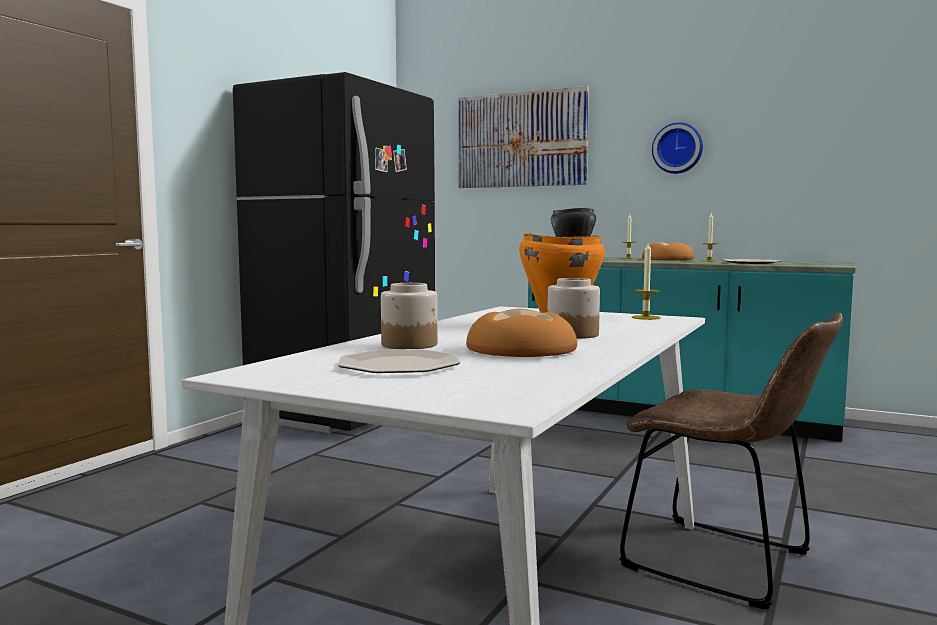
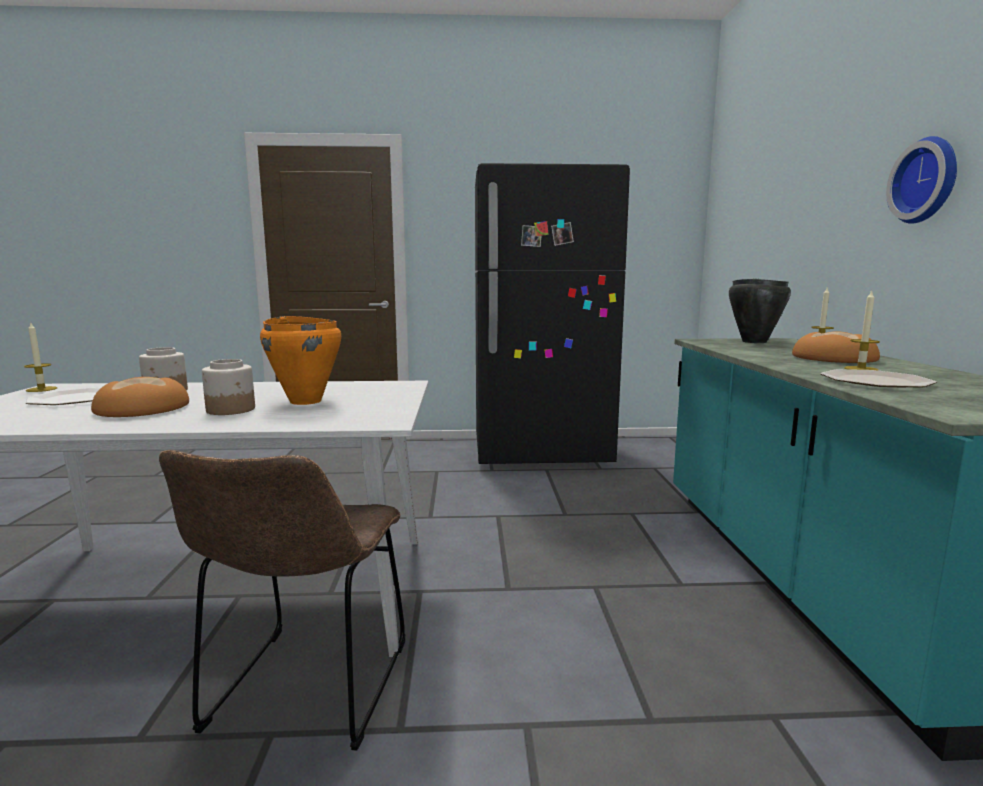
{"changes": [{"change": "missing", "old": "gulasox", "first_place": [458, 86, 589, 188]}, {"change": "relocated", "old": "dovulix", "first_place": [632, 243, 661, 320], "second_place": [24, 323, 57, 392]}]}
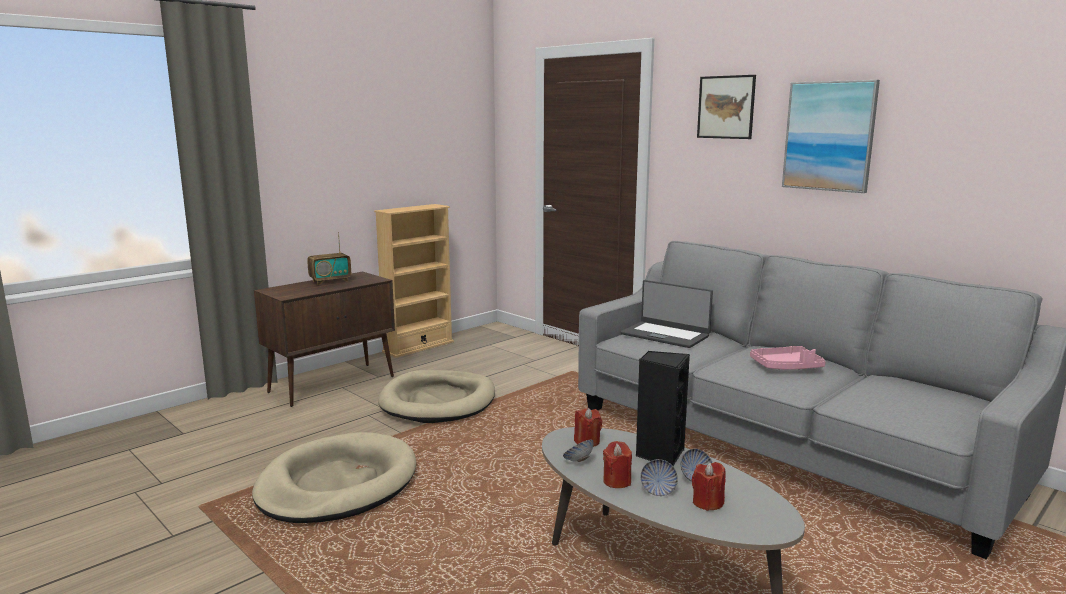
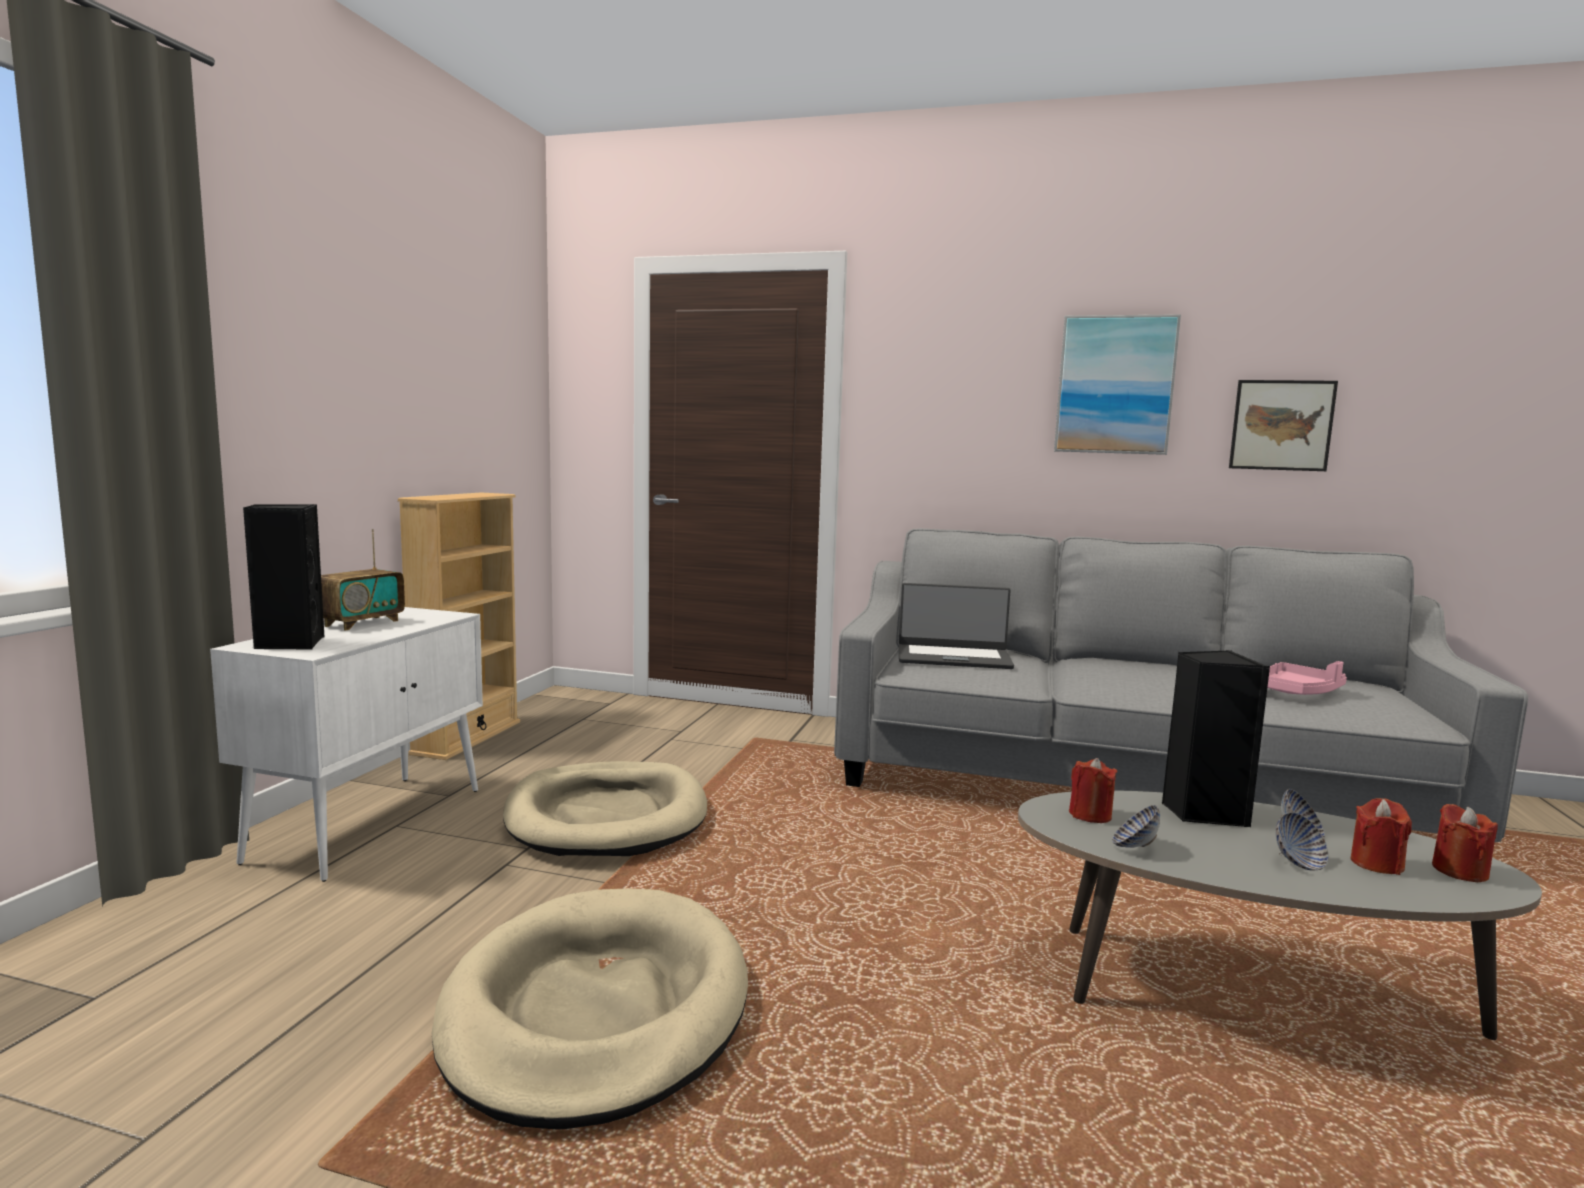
{"changes": [{"change": "relocated", "old": "gulasox", "first_place": [697, 75, 756, 139], "second_place": [1229, 380, 1338, 471]}, {"change": "colour", "old": "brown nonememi", "new": "white nonememi", "first_place": [254, 272, 395, 407], "second_place": [210, 607, 483, 882]}, {"change": "relocated", "old": "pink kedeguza", "first_place": [750, 346, 826, 370], "second_place": [1267, 661, 1347, 695]}, {"change": "relocated", "old": "red dovulix", "first_place": [603, 441, 632, 488], "second_place": [1432, 804, 1498, 882]}, {"change": "appeared", "new": "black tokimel", "second_place": [243, 504, 324, 650]}]}
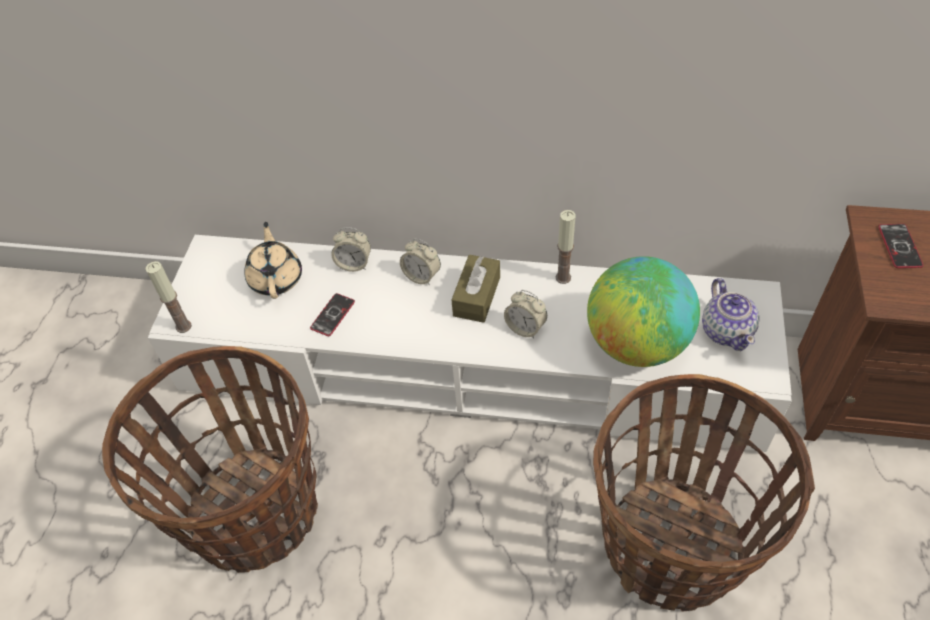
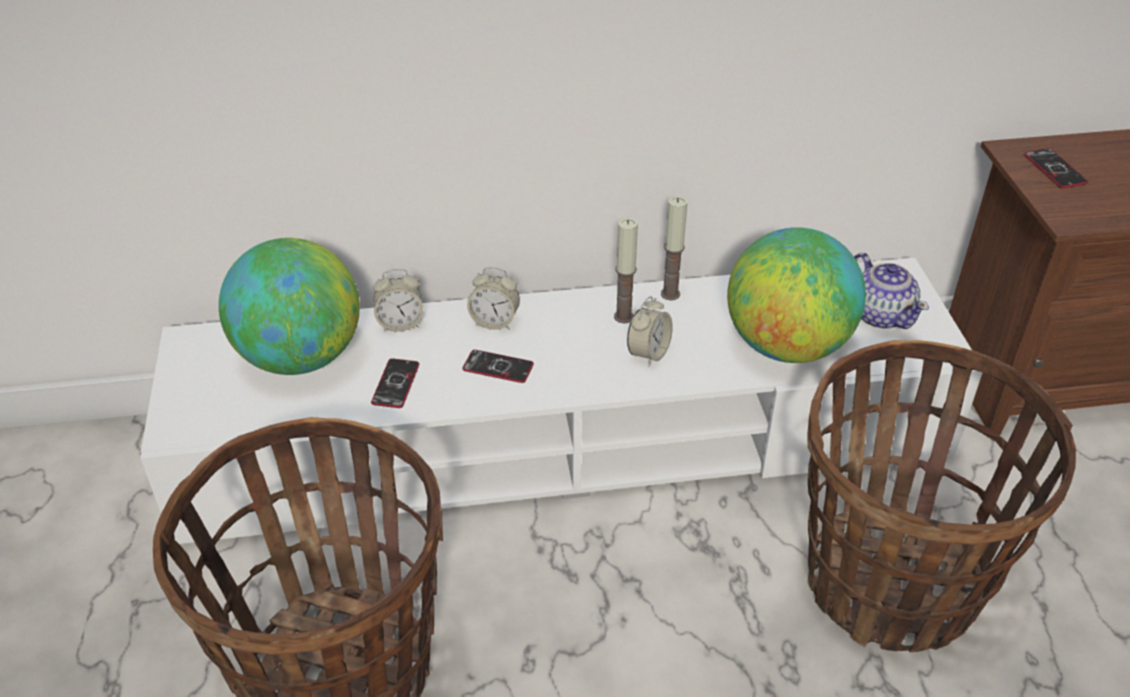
{"changes": [{"change": "exchanged", "old": "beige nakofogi", "new": "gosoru", "first_place": [244, 222, 302, 299], "second_place": [219, 238, 360, 375]}, {"change": "missing", "old": "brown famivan", "first_place": [452, 255, 500, 323]}, {"change": "relocated", "old": "dovulix", "first_place": [145, 261, 192, 333], "second_place": [614, 218, 638, 324]}, {"change": "spun", "old": "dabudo", "first_place": [504, 290, 547, 338], "second_place": [627, 296, 673, 367], "degrees": -75}, {"change": "appeared", "new": "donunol", "second_place": [462, 350, 534, 383]}]}
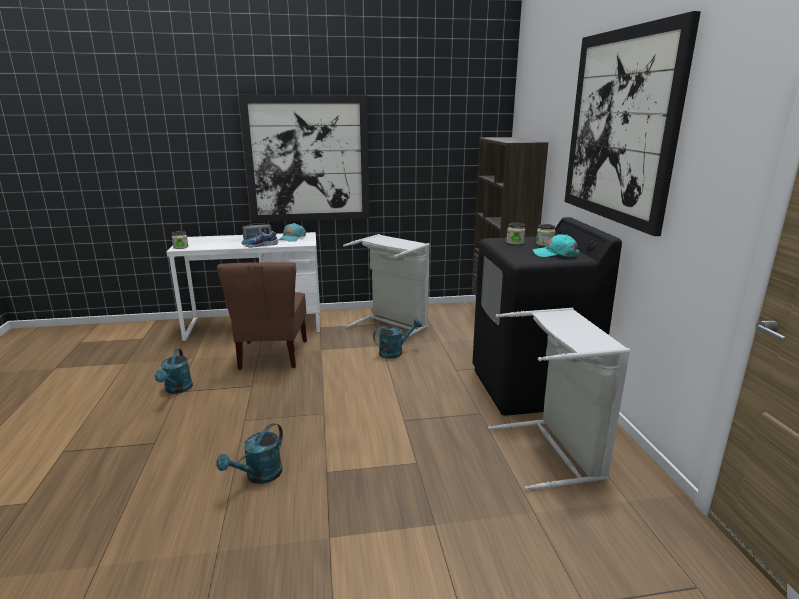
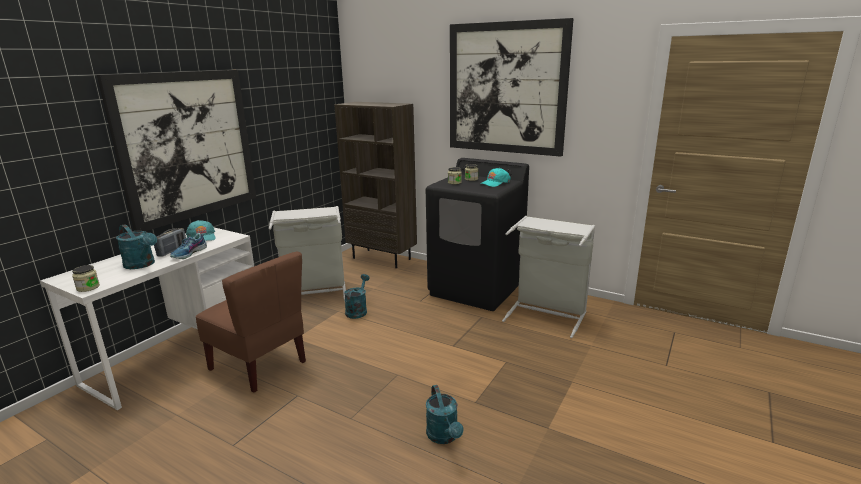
{"changes": [{"change": "relocated", "old": "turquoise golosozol", "first_place": [155, 349, 193, 394], "second_place": [116, 224, 157, 269]}]}
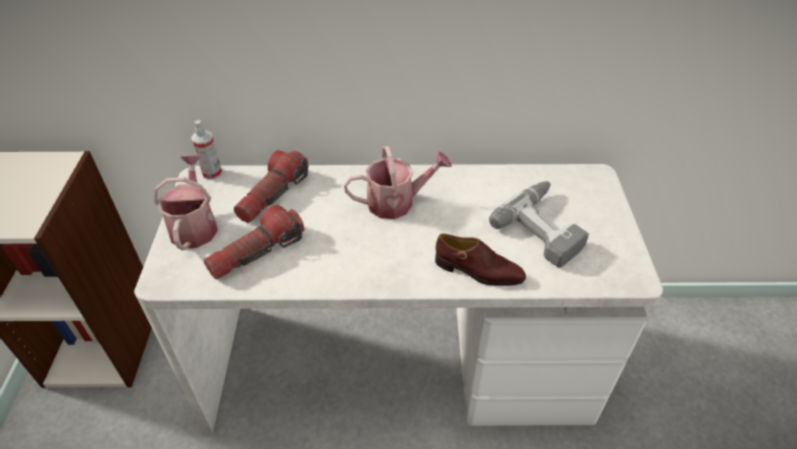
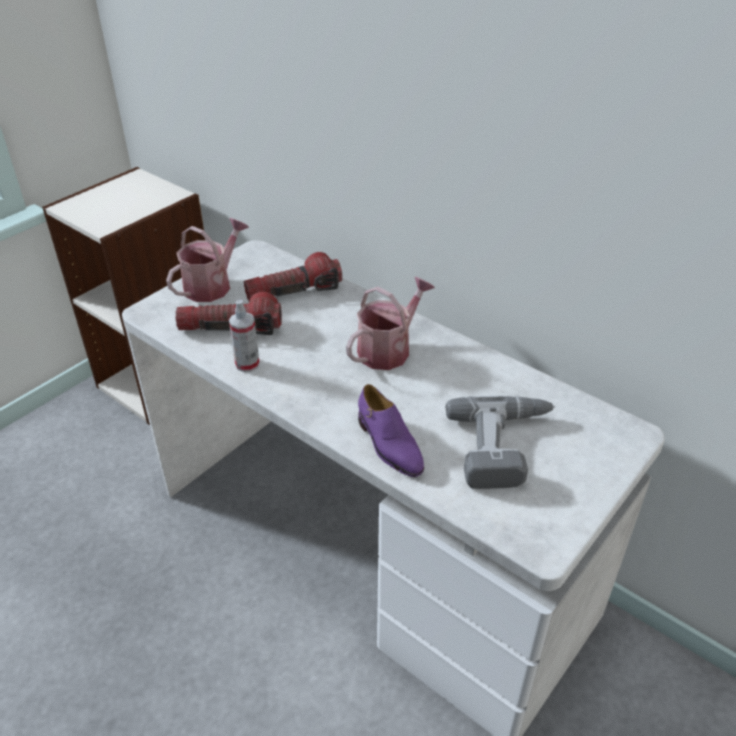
{"changes": [{"change": "relocated", "old": "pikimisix", "first_place": [191, 120, 222, 180], "second_place": [229, 299, 260, 372]}, {"change": "spun", "old": "golosozol", "first_place": [344, 146, 452, 219], "second_place": [346, 277, 435, 370], "degrees": -75}, {"change": "colour", "old": "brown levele", "new": "purple levele", "first_place": [435, 233, 526, 286], "second_place": [358, 384, 424, 477]}]}
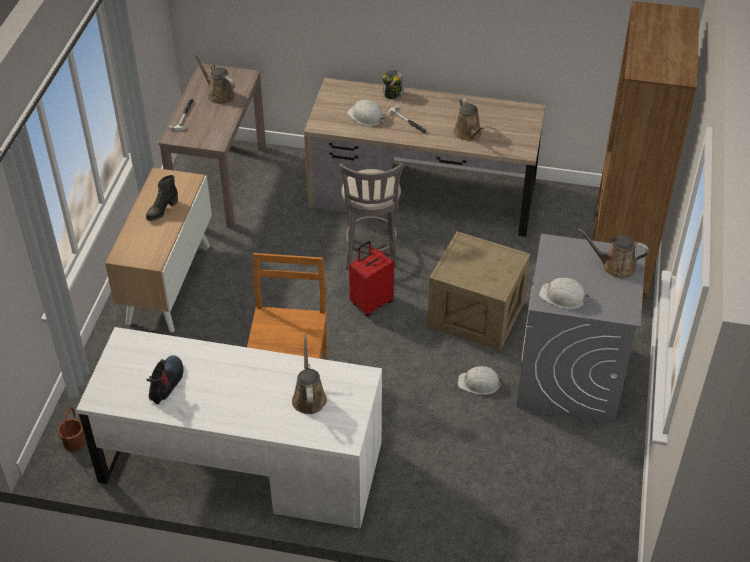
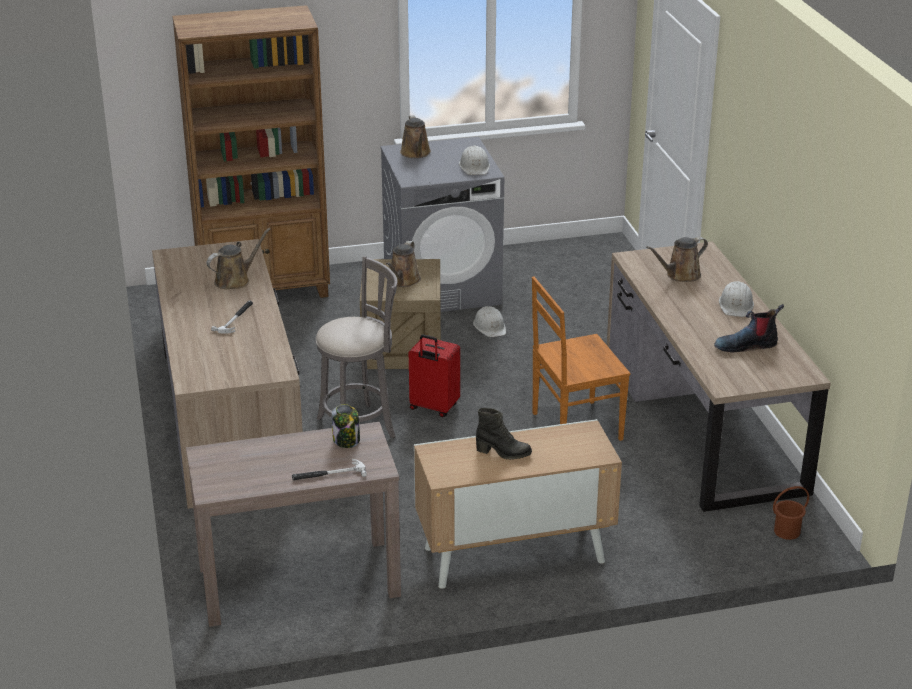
{"changes": [{"change": "relocated", "old": "brown golosozol", "first_place": [192, 51, 235, 104], "second_place": [386, 241, 421, 287]}, {"change": "relocated", "old": "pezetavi", "first_place": [383, 70, 404, 99], "second_place": [331, 404, 360, 448]}, {"change": "relocated", "old": "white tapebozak", "first_place": [347, 100, 385, 126], "second_place": [719, 281, 754, 317]}, {"change": "colour", "old": "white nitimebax", "new": "brown nitimebax", "first_place": [76, 327, 382, 529], "second_place": [607, 241, 831, 512]}]}
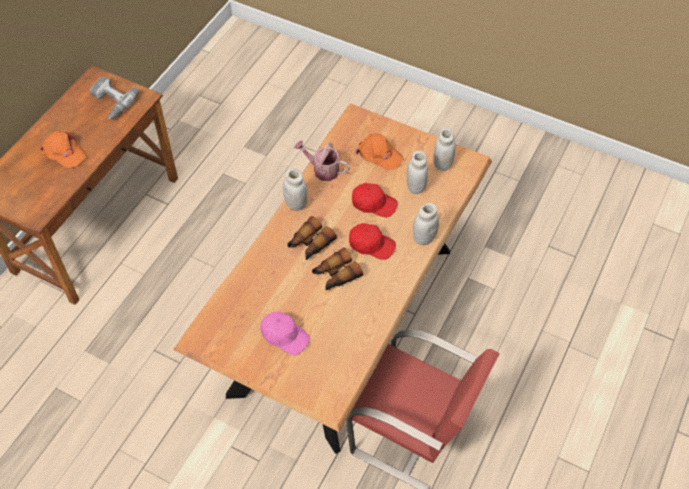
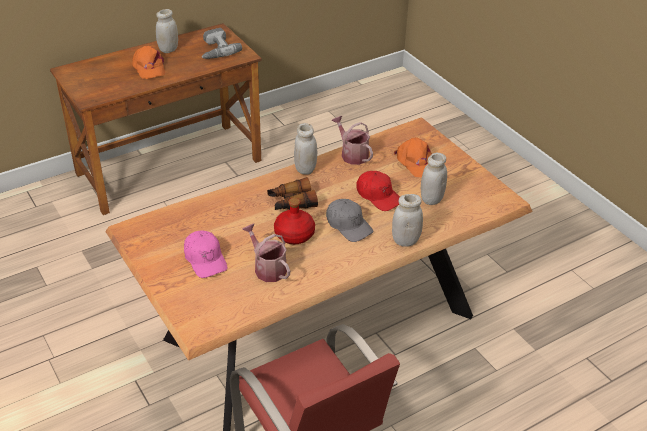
{"changes": [{"change": "relocated", "old": "white pezetavi", "first_place": [433, 128, 456, 171], "second_place": [156, 9, 178, 53]}, {"change": "colour", "old": "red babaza", "new": "grey babaza", "first_place": [349, 223, 396, 260], "second_place": [326, 199, 374, 242]}, {"change": "exchanged", "old": "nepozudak", "new": "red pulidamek", "first_place": [312, 247, 363, 290], "second_place": [274, 198, 315, 244]}, {"change": "appeared", "new": "golosozol", "second_place": [242, 224, 290, 282]}]}
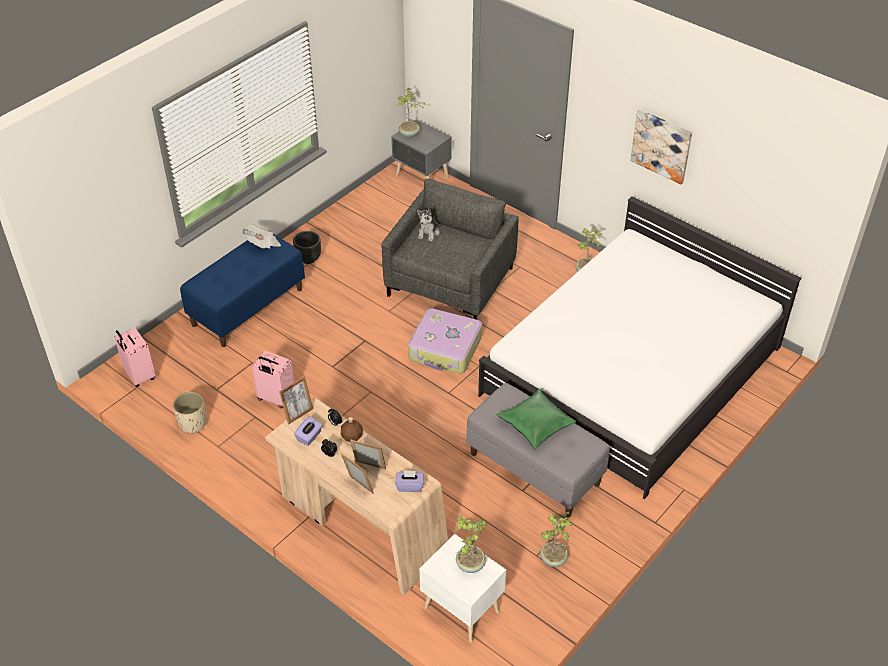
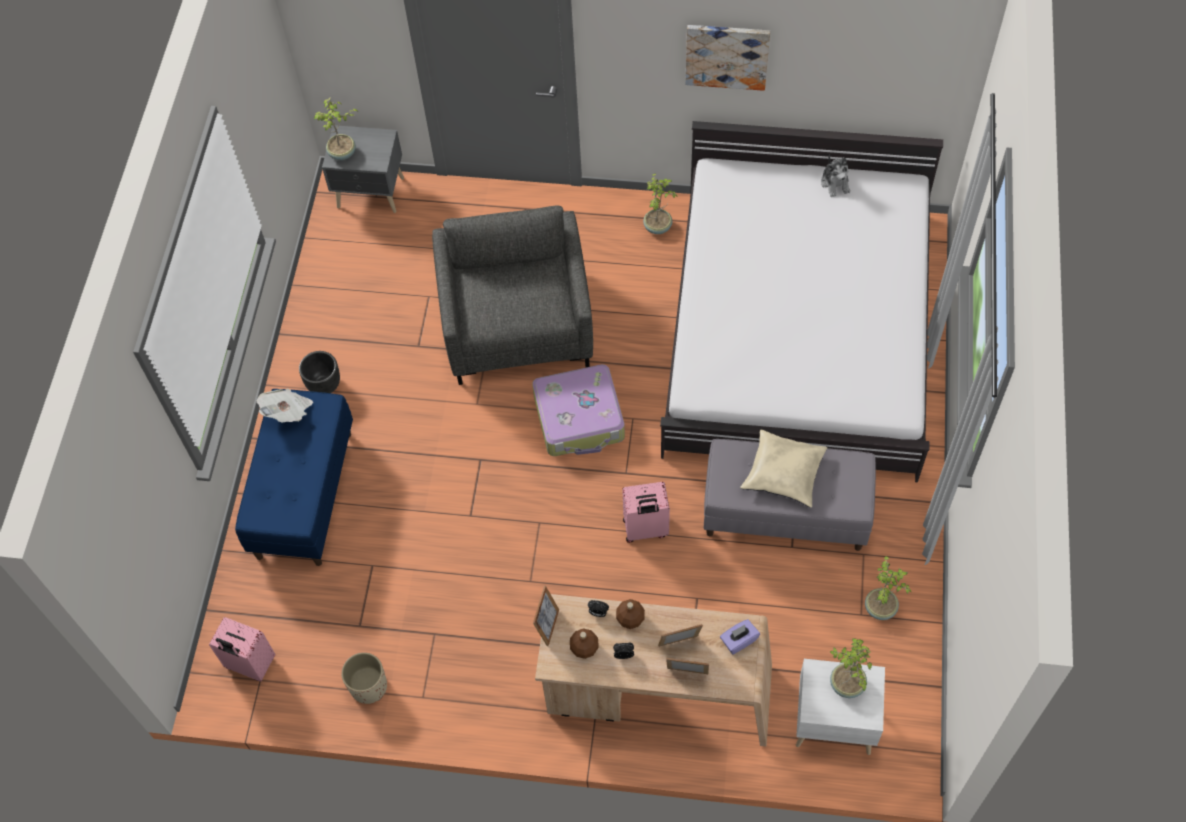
{"changes": [{"change": "relocated", "old": "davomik", "first_place": [417, 209, 440, 242], "second_place": [821, 154, 850, 197]}, {"change": "relocated", "old": "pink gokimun", "first_place": [252, 351, 294, 408], "second_place": [622, 482, 670, 543]}, {"change": "colour", "old": "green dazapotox", "new": "beige dazapotox", "first_place": [496, 390, 576, 450], "second_place": [740, 430, 827, 508]}, {"change": "exchanged", "old": "purple famivan", "new": "brown pulidamek", "first_place": [294, 416, 323, 446], "second_place": [570, 628, 599, 659]}]}
